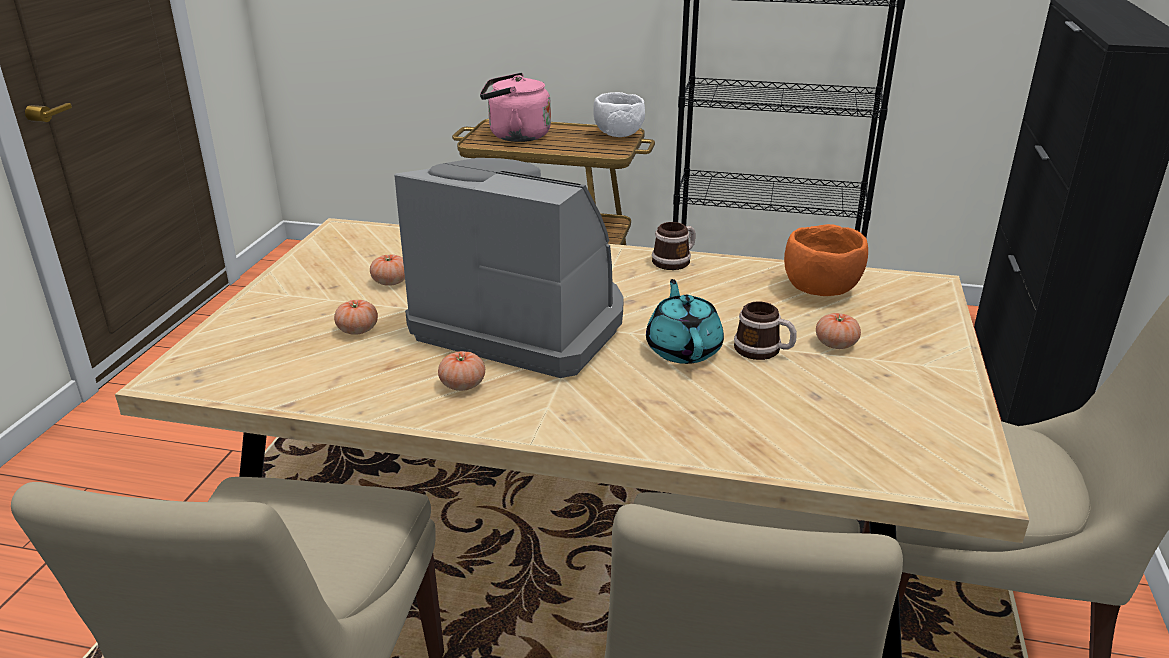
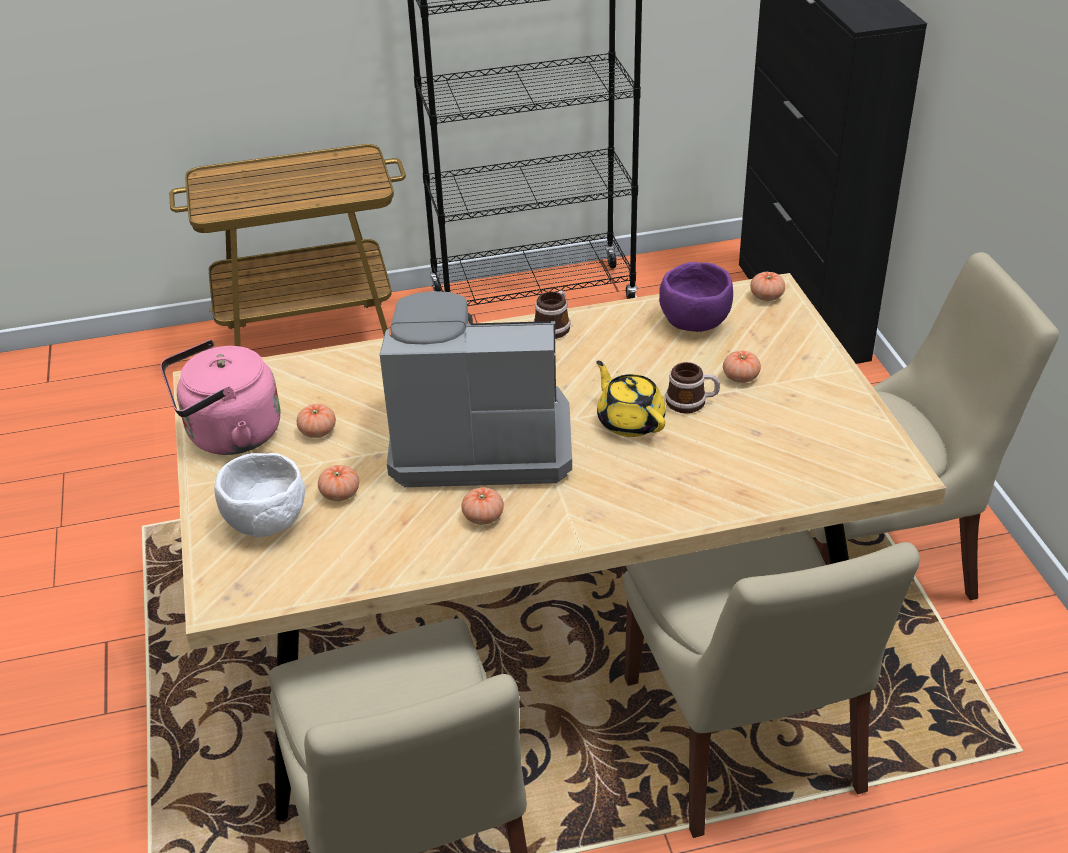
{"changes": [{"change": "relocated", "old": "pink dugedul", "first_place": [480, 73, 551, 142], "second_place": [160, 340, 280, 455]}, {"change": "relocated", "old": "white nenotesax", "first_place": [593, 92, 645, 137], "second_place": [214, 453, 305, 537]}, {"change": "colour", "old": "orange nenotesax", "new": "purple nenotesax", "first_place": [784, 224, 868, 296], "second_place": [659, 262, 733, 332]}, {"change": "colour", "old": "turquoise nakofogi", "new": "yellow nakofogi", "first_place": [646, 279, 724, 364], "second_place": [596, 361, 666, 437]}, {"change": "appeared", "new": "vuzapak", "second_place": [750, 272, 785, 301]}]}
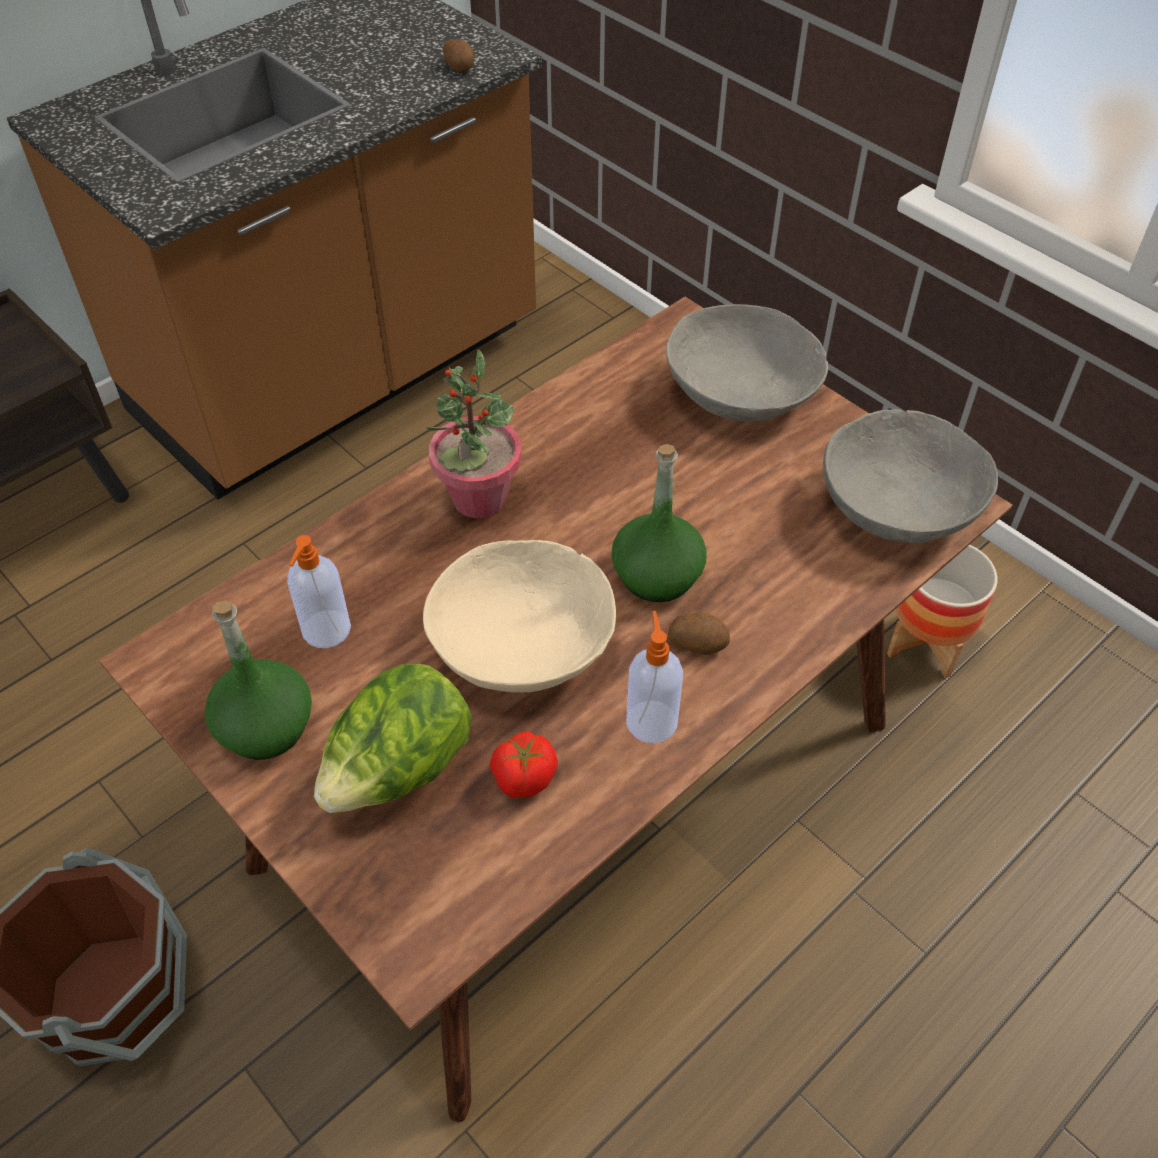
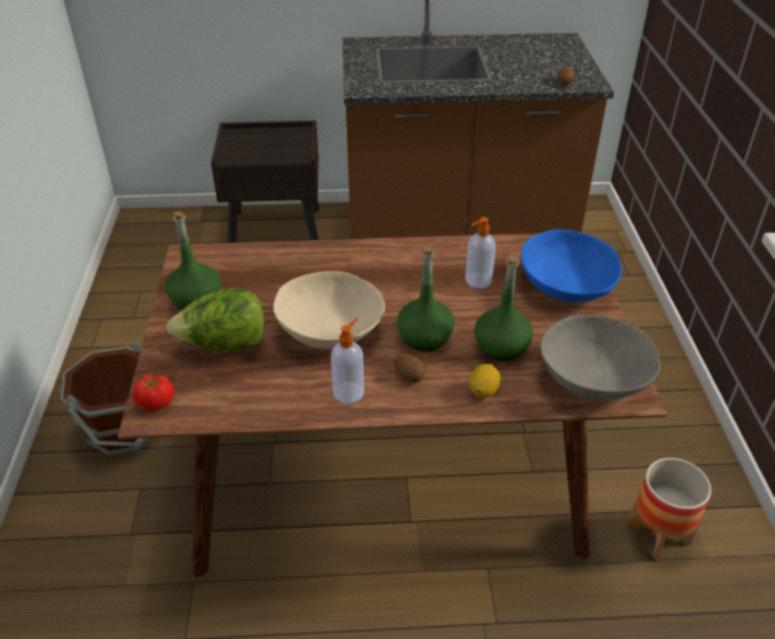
{"changes": [{"change": "colour", "old": "grey nenotesax", "new": "blue nenotesax", "first_place": [666, 304, 828, 422], "second_place": [521, 229, 622, 302]}, {"change": "missing", "old": "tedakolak", "first_place": [426, 349, 522, 518]}, {"change": "relocated", "old": "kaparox", "first_place": [287, 535, 351, 648], "second_place": [466, 217, 496, 288]}, {"change": "relocated", "old": "vuzapak", "first_place": [490, 731, 558, 799], "second_place": [133, 375, 174, 411]}, {"change": "appeared", "new": "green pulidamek", "second_place": [474, 255, 533, 361]}, {"change": "appeared", "new": "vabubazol", "second_place": [469, 364, 501, 398]}]}
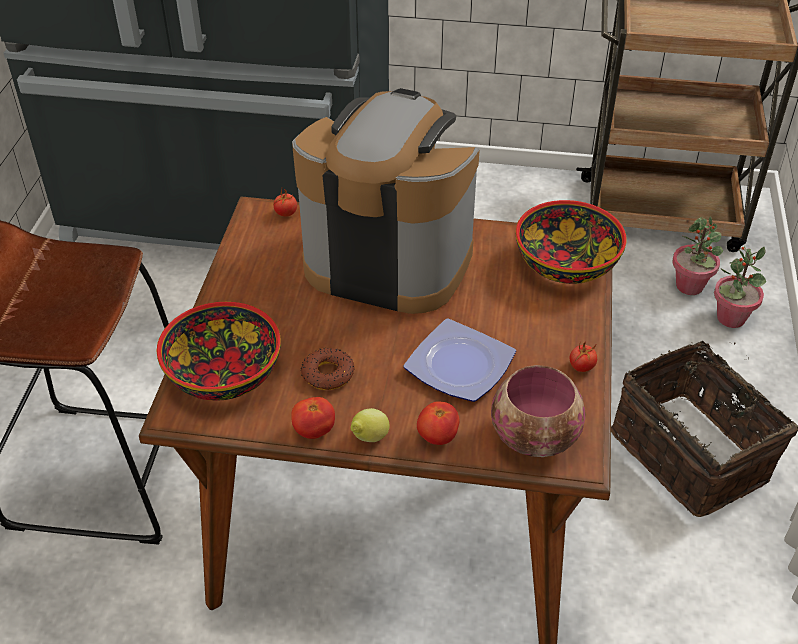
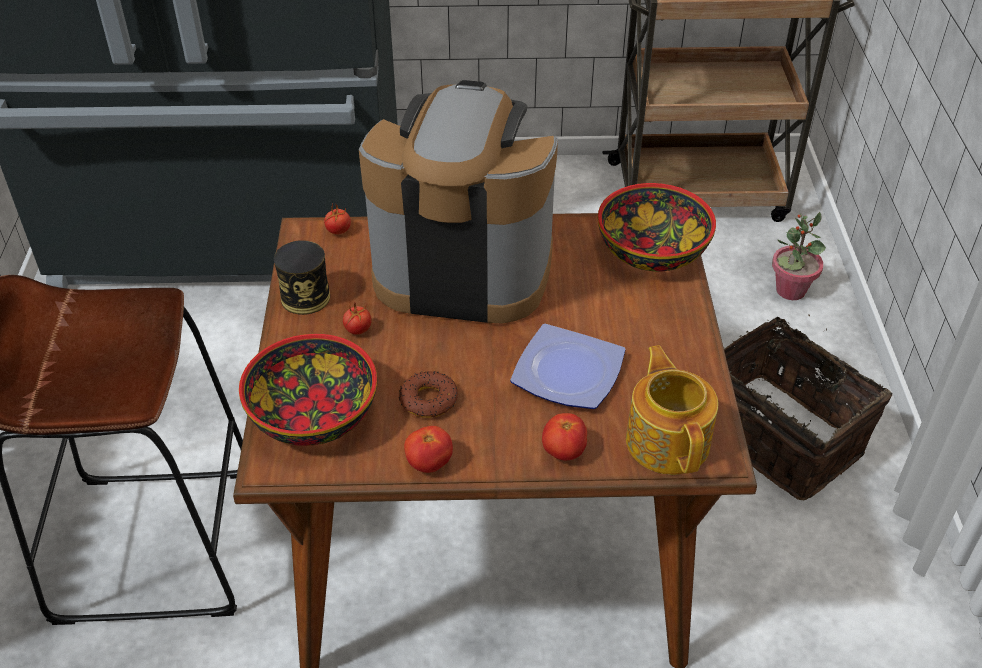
{"changes": [{"change": "missing", "old": "tedakolak", "first_place": [672, 216, 723, 295]}, {"change": "relocated", "old": "vuzapak", "first_place": [570, 341, 597, 372], "second_place": [343, 303, 372, 335]}, {"change": "exchanged", "old": "nenotesax", "new": "nakofogi", "first_place": [491, 365, 586, 457], "second_place": [626, 345, 718, 475]}, {"change": "missing", "old": "vabubazol", "first_place": [351, 408, 390, 442]}, {"change": "appeared", "new": "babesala", "second_place": [274, 240, 330, 315]}]}
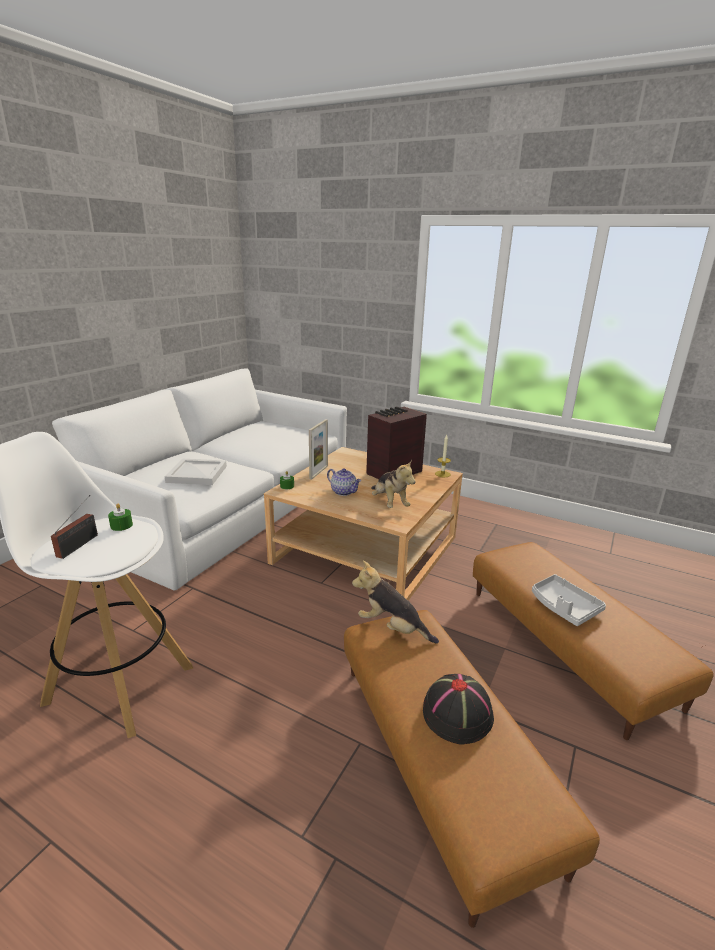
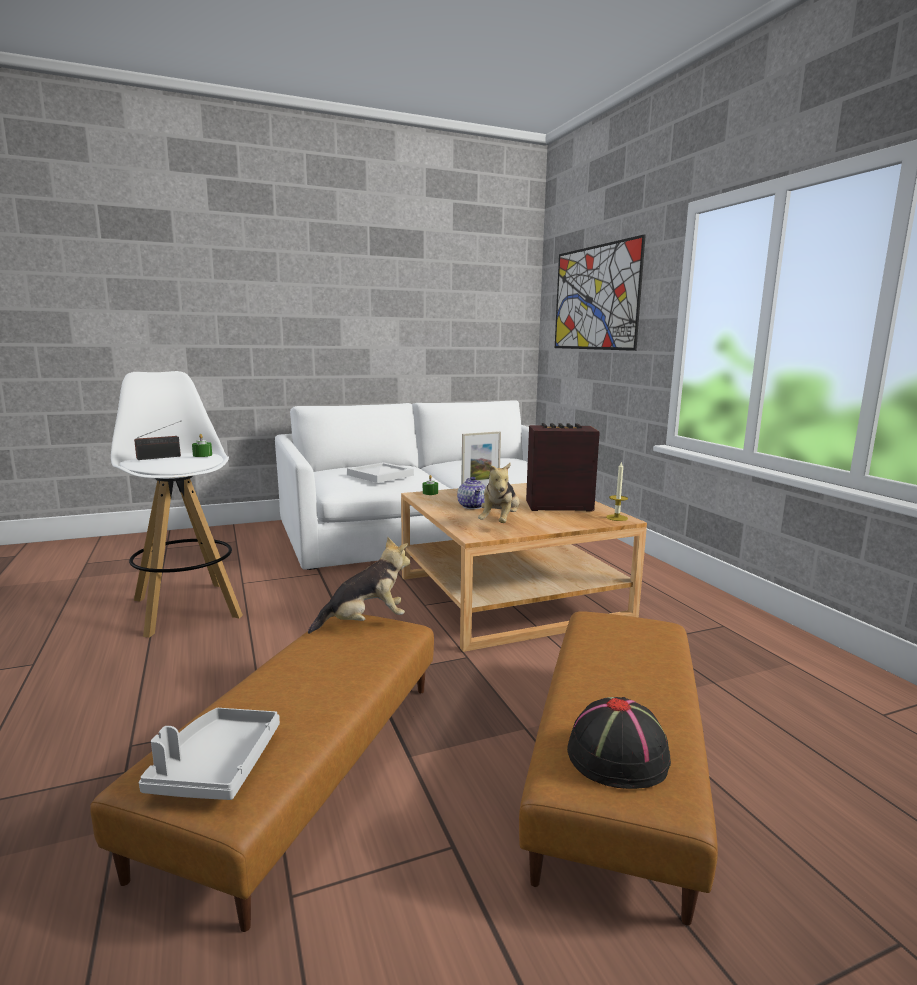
{"changes": [{"change": "spun", "old": "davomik", "first_place": [352, 561, 439, 644], "second_place": [308, 537, 410, 634], "degrees": 90}, {"change": "relocated", "old": "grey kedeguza", "first_place": [532, 574, 606, 626], "second_place": [139, 708, 280, 800]}, {"change": "relocated", "old": "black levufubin", "first_place": [423, 674, 494, 745], "second_place": [567, 697, 671, 789]}, {"change": "appeared", "new": "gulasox", "second_place": [555, 234, 646, 351]}]}
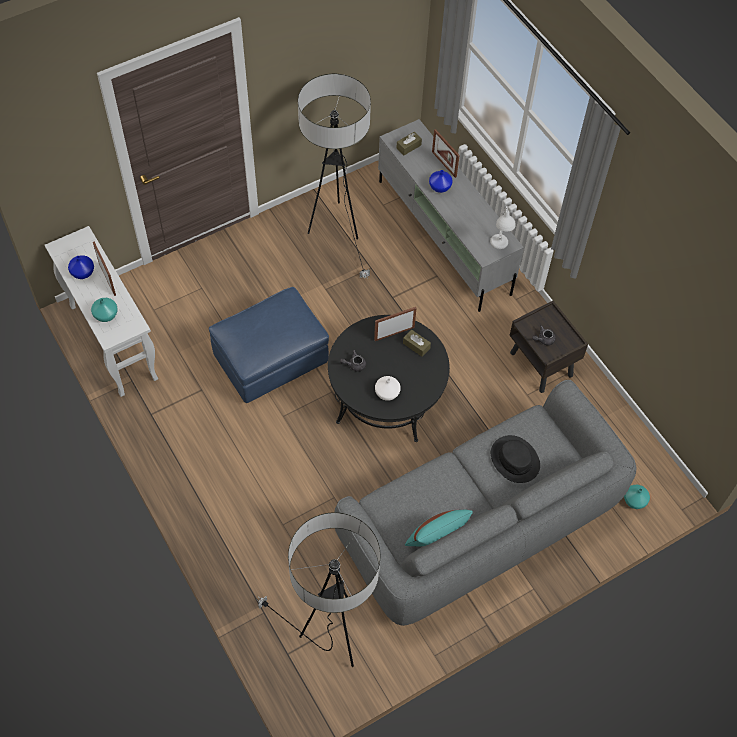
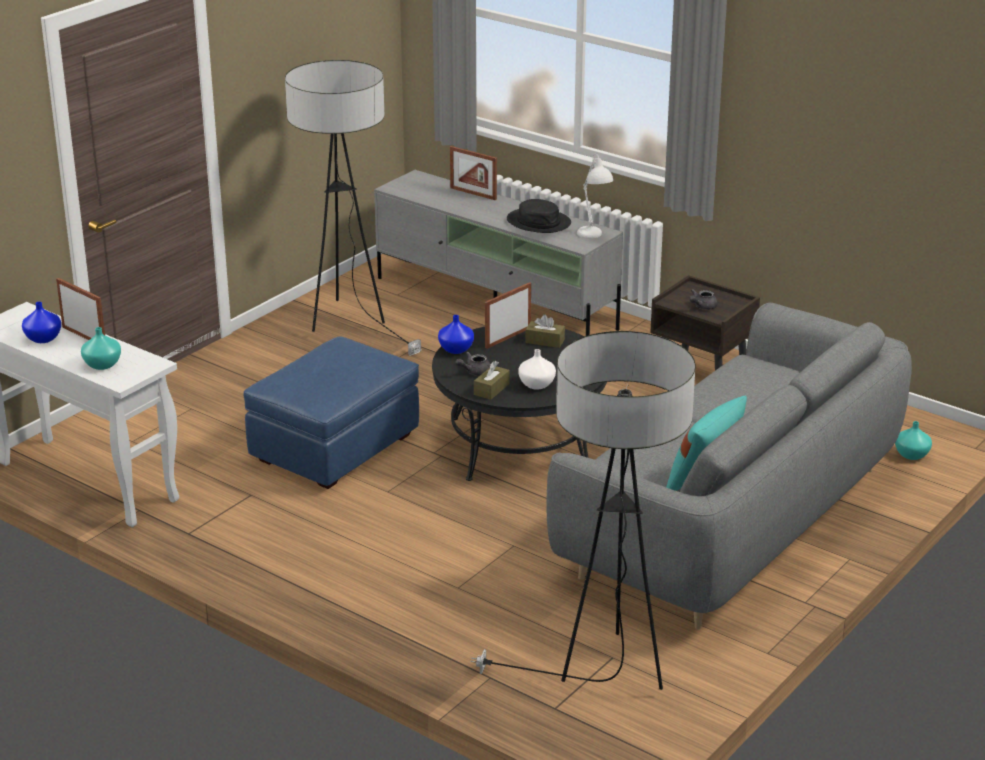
{"changes": [{"change": "relocated", "old": "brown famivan", "first_place": [397, 132, 422, 155], "second_place": [474, 361, 510, 400]}, {"change": "relocated", "old": "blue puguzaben", "first_place": [429, 170, 453, 193], "second_place": [438, 315, 474, 354]}, {"change": "relocated", "old": "black levufubin", "first_place": [491, 435, 540, 483], "second_place": [507, 199, 571, 233]}]}
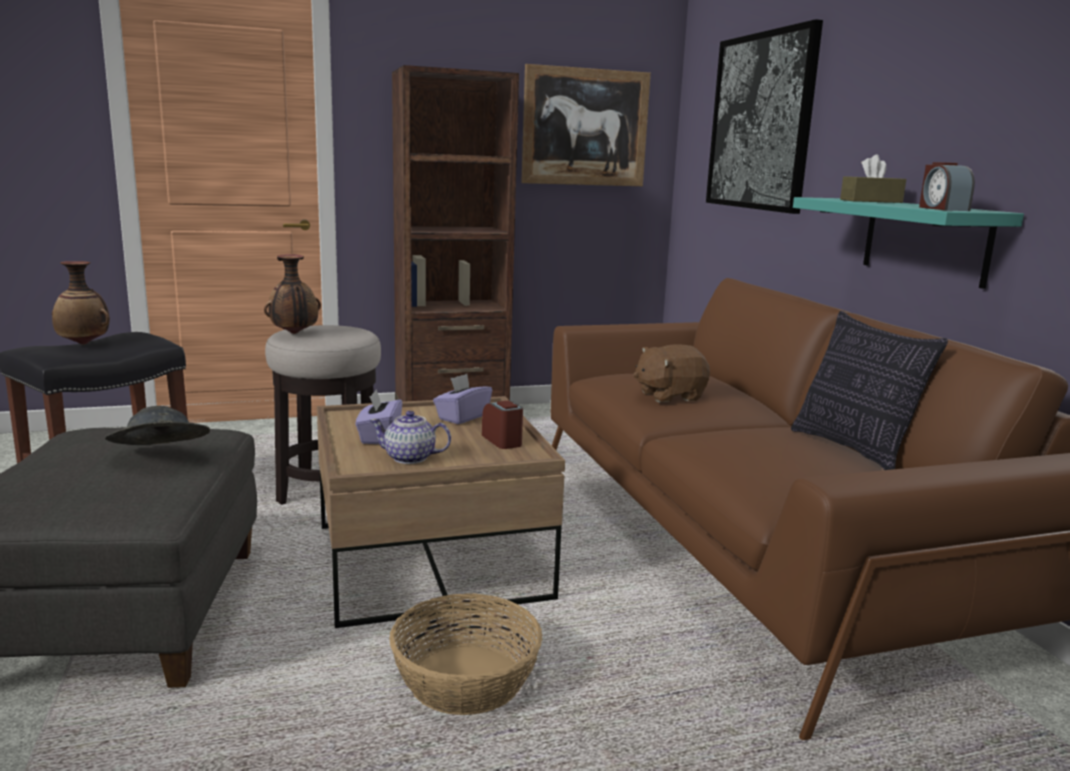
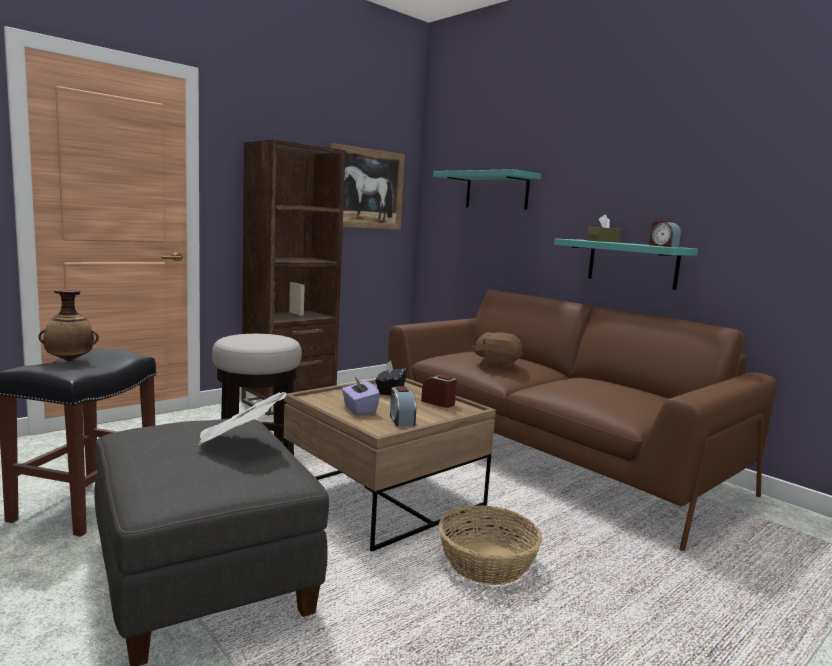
{"changes": [{"change": "exchanged", "old": "gulasox", "new": "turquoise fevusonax", "first_place": [706, 19, 823, 214], "second_place": [433, 169, 541, 209]}, {"change": "missing", "old": "puguzaben", "first_place": [264, 254, 321, 334]}, {"change": "missing", "old": "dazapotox", "first_place": [791, 311, 948, 470]}, {"change": "spun", "old": "brown davomik", "first_place": [633, 344, 710, 402], "second_place": [472, 332, 523, 370], "degrees": 60}, {"change": "colour", "old": "purple famivan", "new": "black famivan", "first_place": [433, 374, 492, 424], "second_place": [376, 360, 407, 395]}, {"change": "exchanged", "old": "grey levufubin", "new": "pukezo", "first_place": [105, 406, 210, 445], "second_place": [198, 392, 287, 445]}, {"change": "exchanged", "old": "nakofogi", "new": "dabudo", "first_place": [369, 411, 451, 464], "second_place": [390, 386, 416, 427]}]}
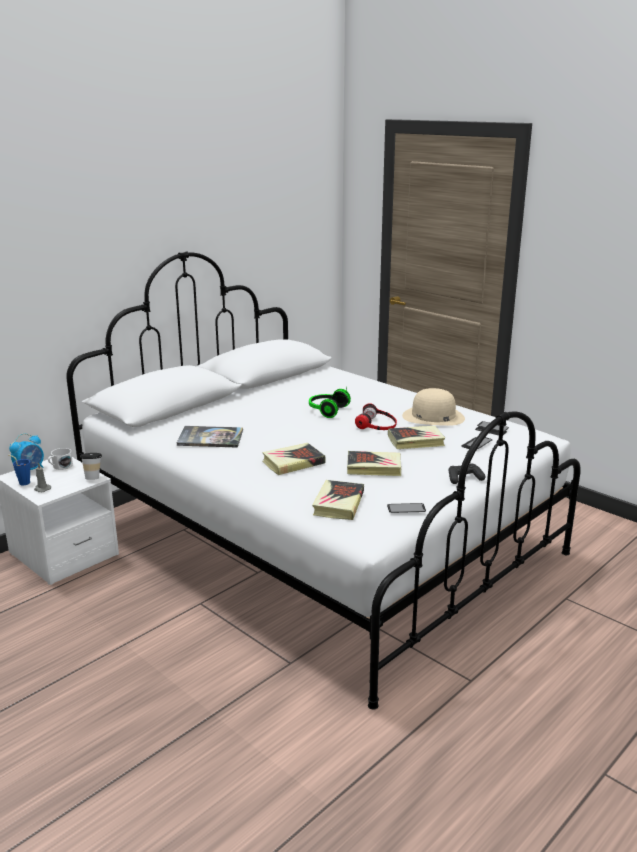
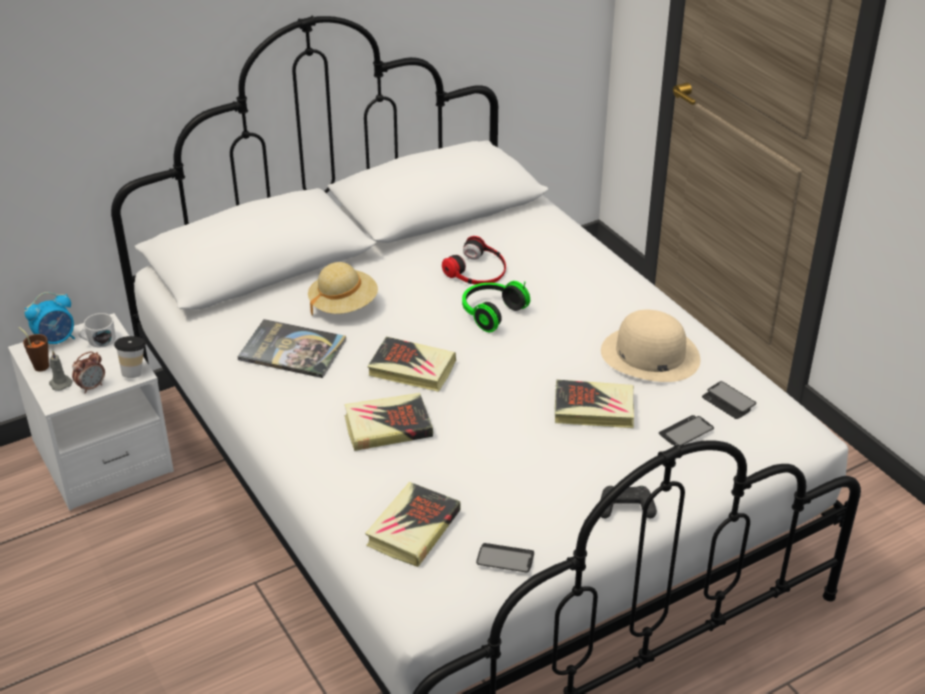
{"changes": [{"change": "relocated", "old": "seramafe", "first_place": [355, 403, 397, 430], "second_place": [442, 236, 506, 285]}, {"change": "relocated", "old": "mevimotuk", "first_place": [347, 451, 401, 476], "second_place": [367, 337, 456, 392]}, {"change": "colour", "old": "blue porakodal", "new": "brown porakodal", "first_place": [8, 455, 30, 485], "second_place": [19, 327, 49, 371]}, {"change": "appeared", "new": "beige levufubin", "second_place": [308, 262, 378, 315]}, {"change": "appeared", "new": "dabudo", "second_place": [72, 351, 105, 393]}]}
